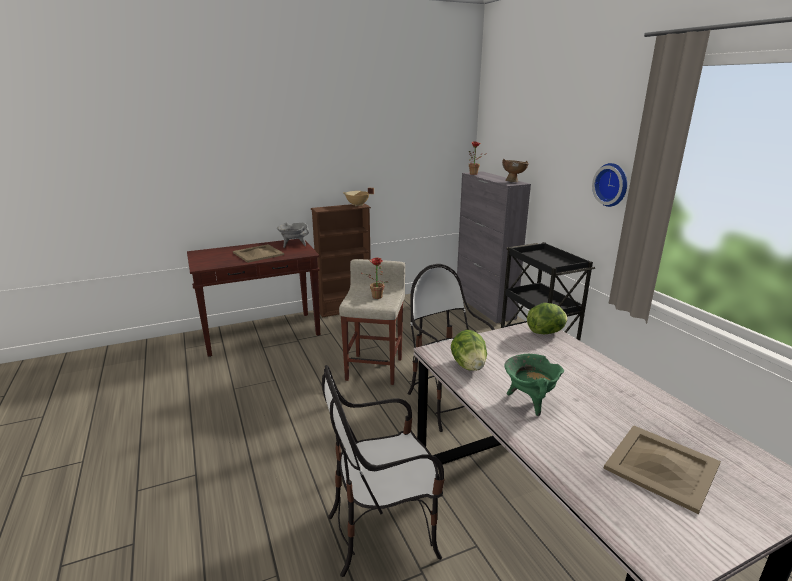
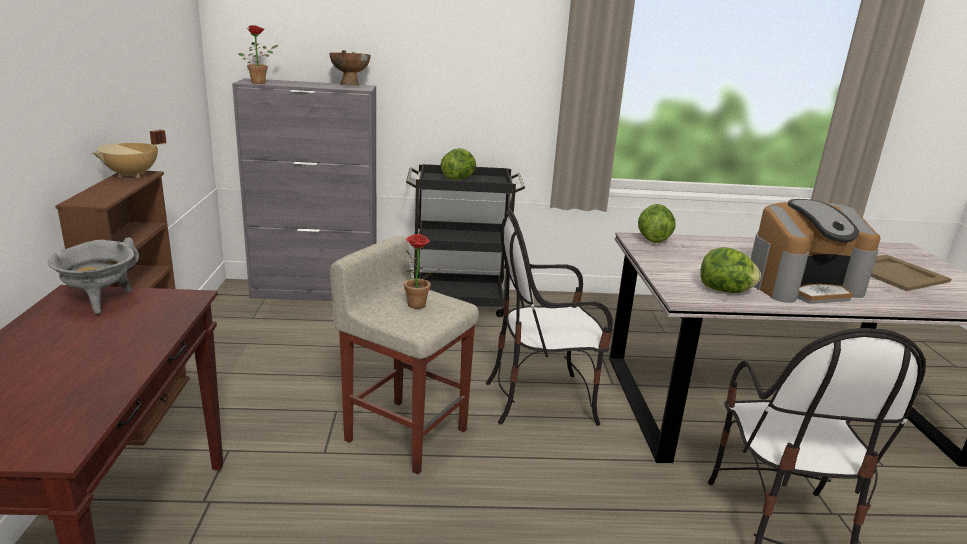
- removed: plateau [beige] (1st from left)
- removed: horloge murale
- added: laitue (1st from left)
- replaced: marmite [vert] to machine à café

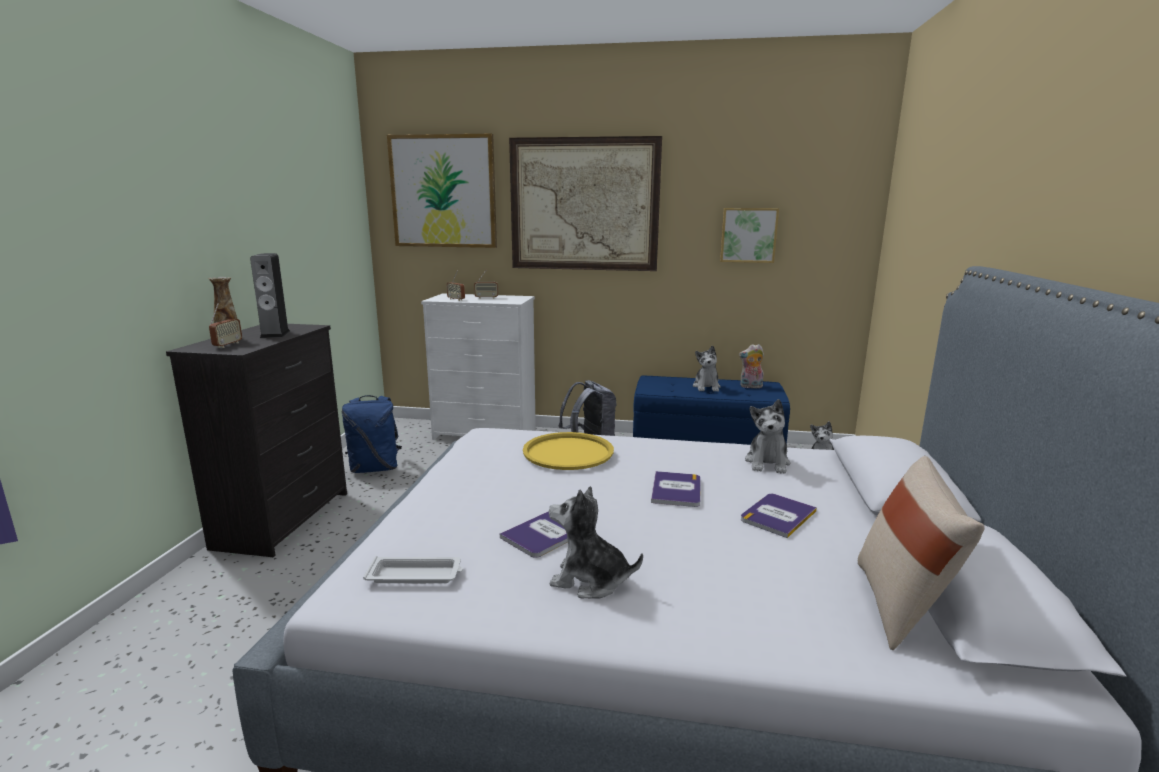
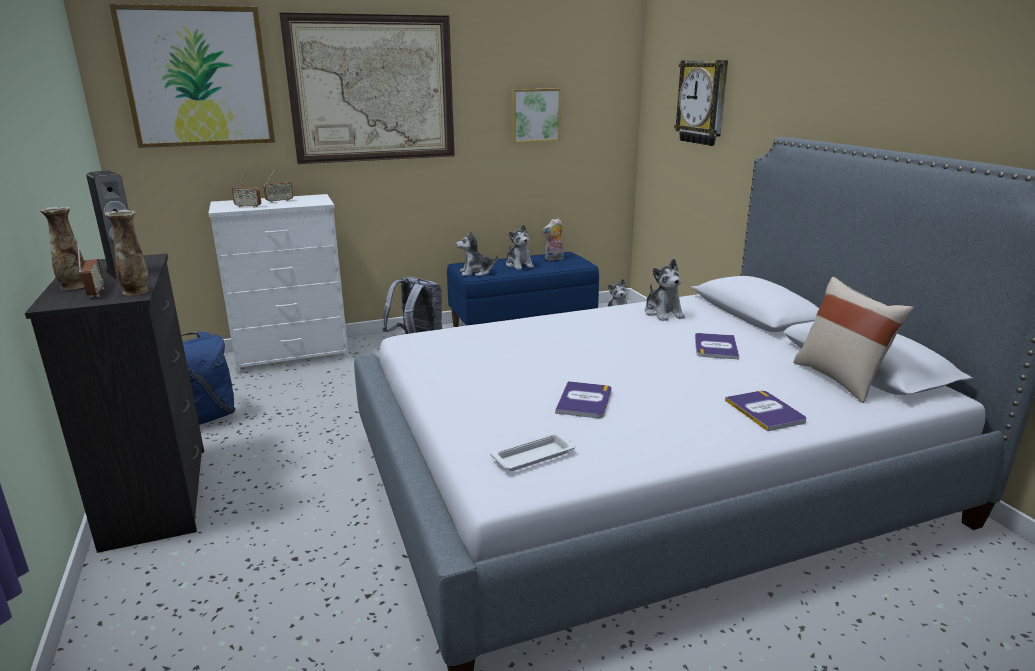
- removed: plateau [jaune]
- added: vase (2nd from left)
- added: horloge murale
- moved: peluche (1st from left)
- moved: livre (2nd from left in the first image) to livre (3rd from left)

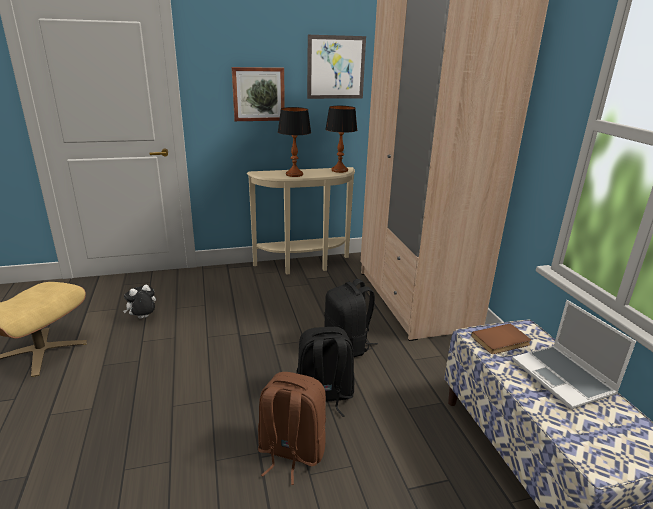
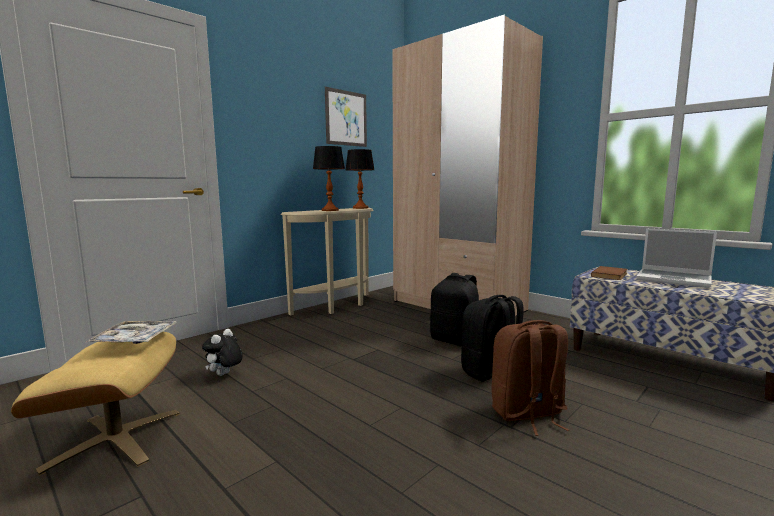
- removed: tableau (1st from left)
- added: plateau

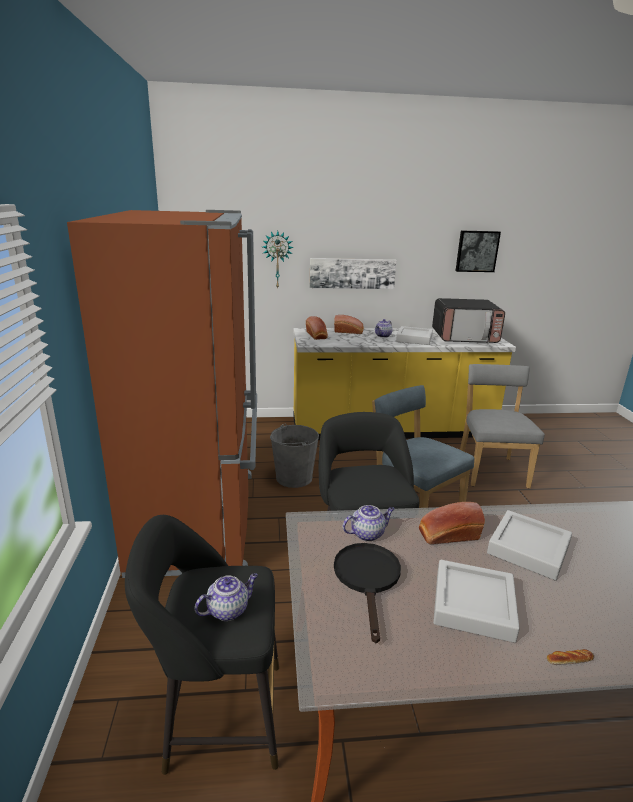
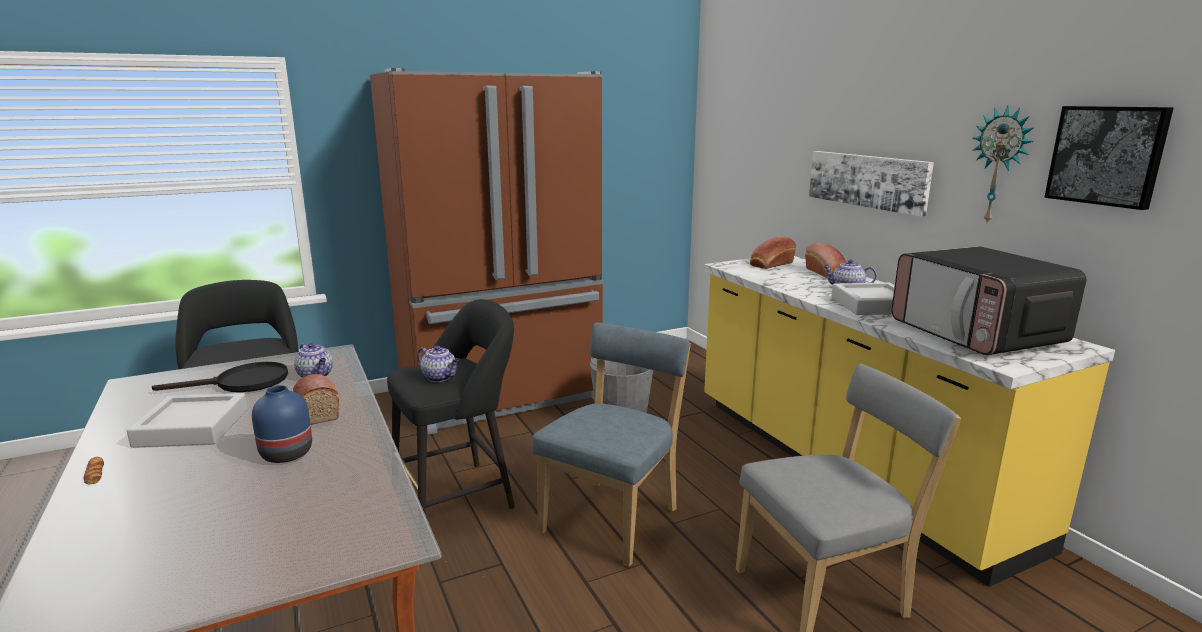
- moved: théière (1st from left in the first image) to théière (2nd from left)
- moved: horloge murale
- replaced: plateau [gris] (3rd from left) to vase [bleu]

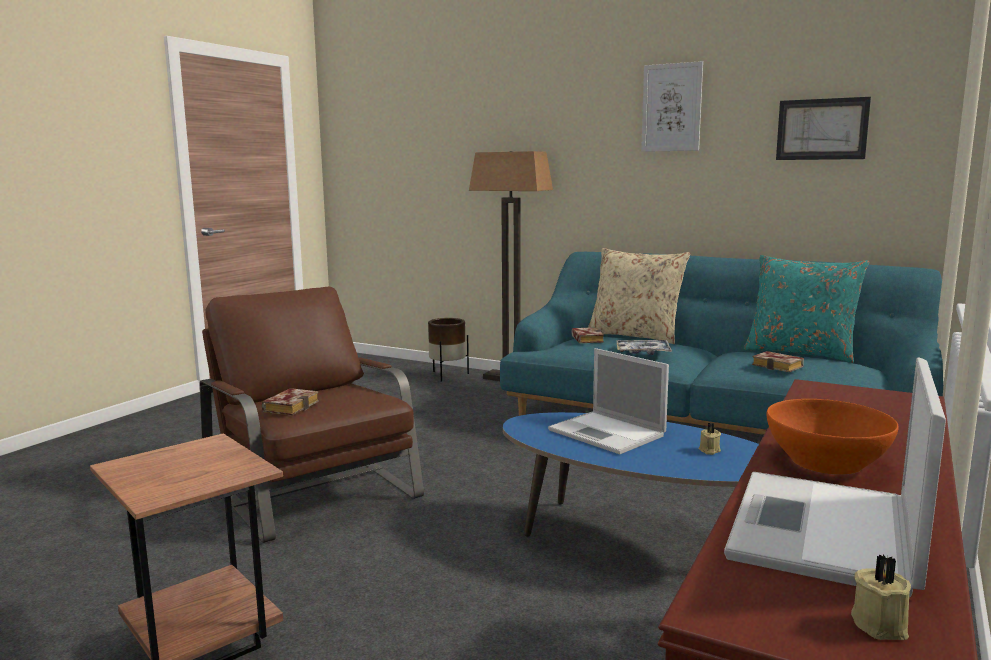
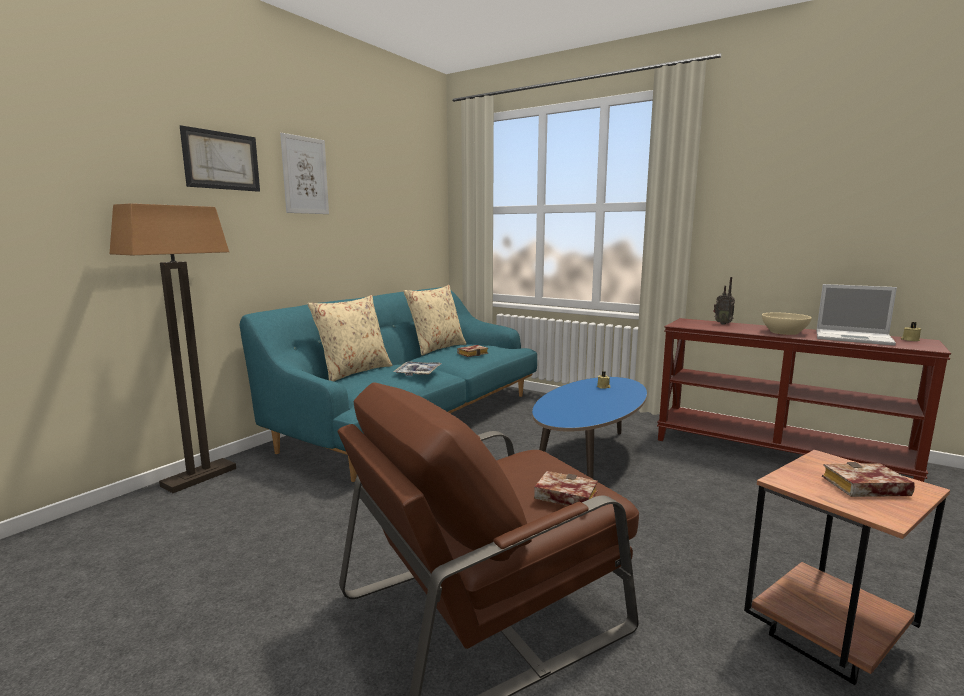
- removed: cache-pot [marron]
- removed: ordinateur portable (1st from left)
- added: radio
- moved: livre (2nd from left in the first image) to livre (3rd from left)
- moved: tableau (2nd from left in the first image) to tableau (1st from left)
- recoloured: coussin [turquoise] to coussin [beige] (2nd from left)
- recoloured: bol [orange] to bol [beige]

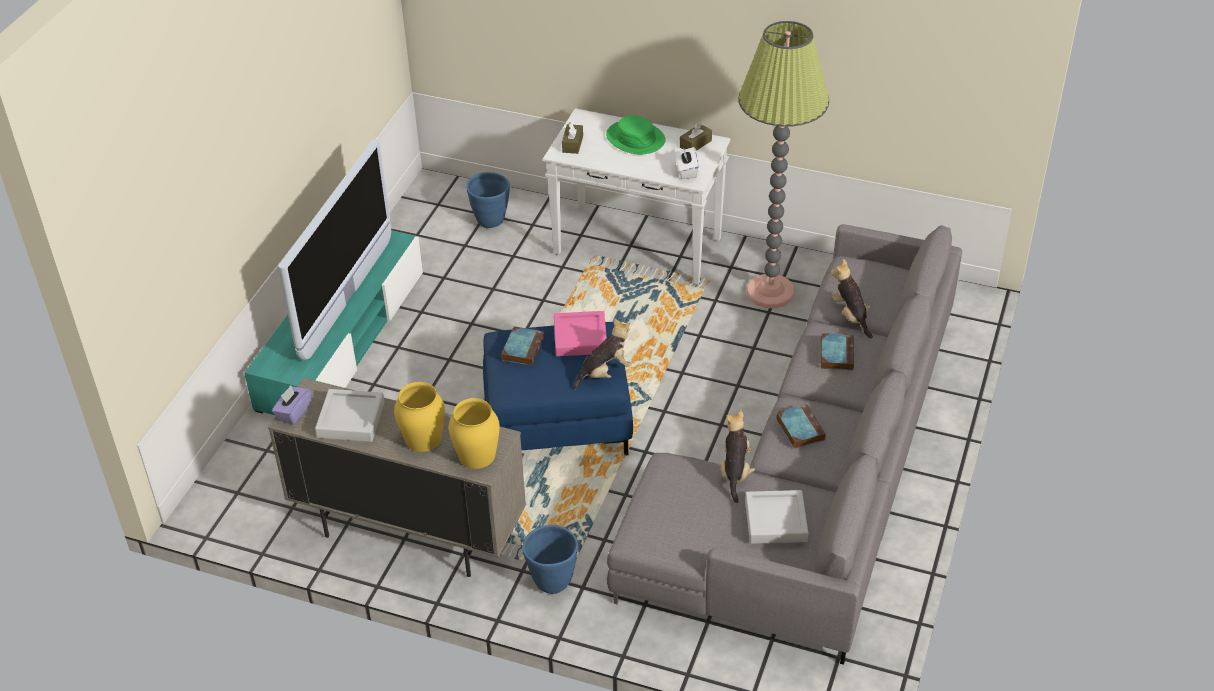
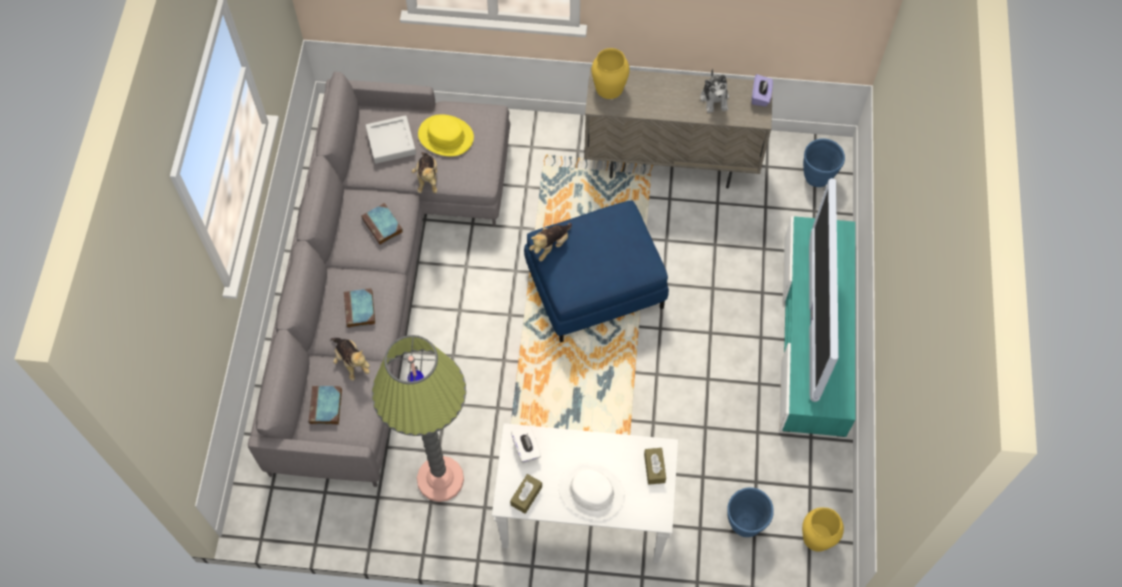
- removed: plateau [rose]
- added: chapeau [jaune]
- moved: vase [jaune] (1st from left in the first image) to vase [jaune] (2nd from left)
- moved: livre (1st from left)
- moved: cache-pot [bleu] (2nd from left)
- replaced: plateau [gris] (1st from left) to peluche (4th from left)
- recoloured: chapeau [vert] to chapeau [blanc]

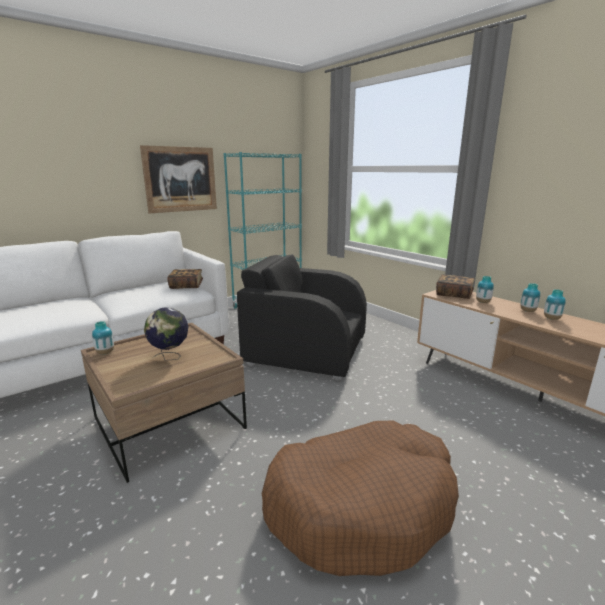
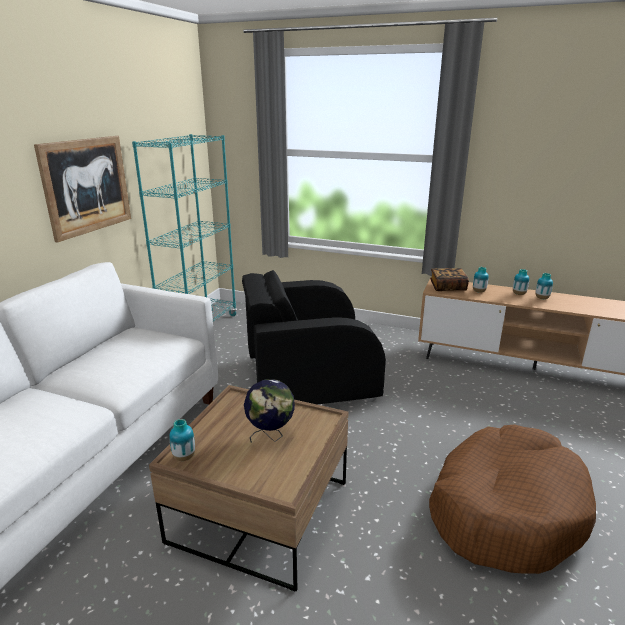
- removed: livre (1st from left)

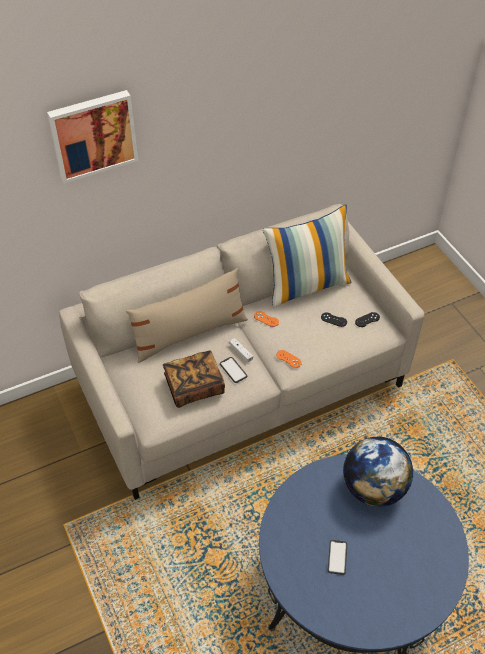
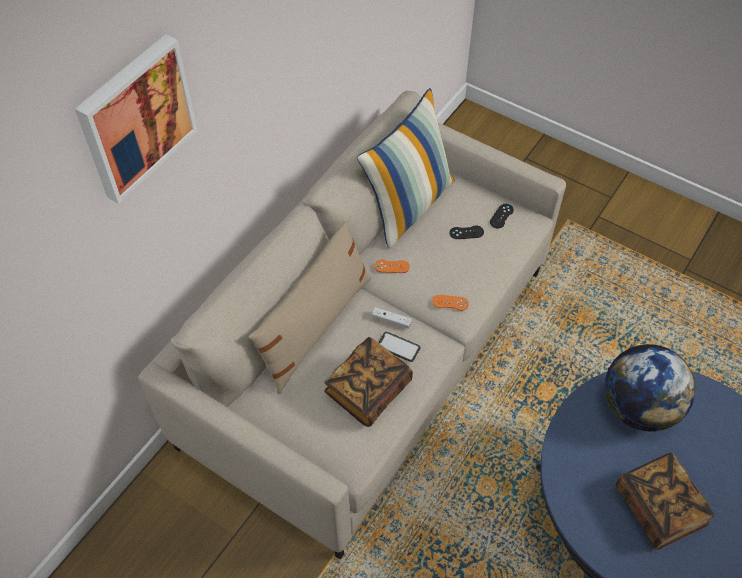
- replaced: téléphone (2nd from left) to livre (2nd from left)

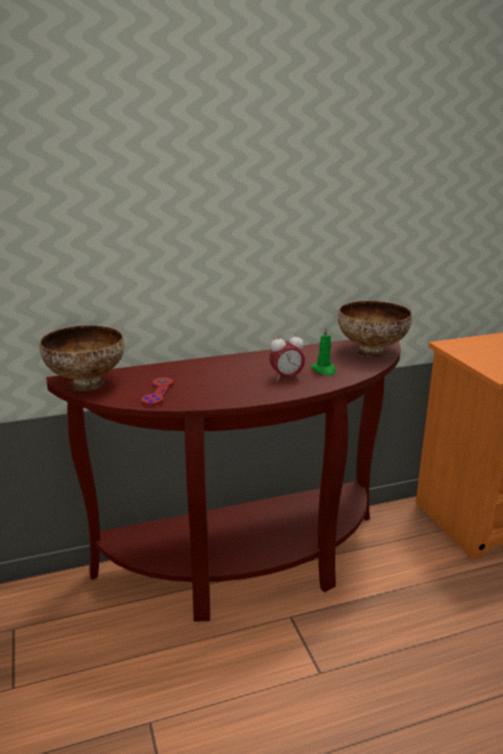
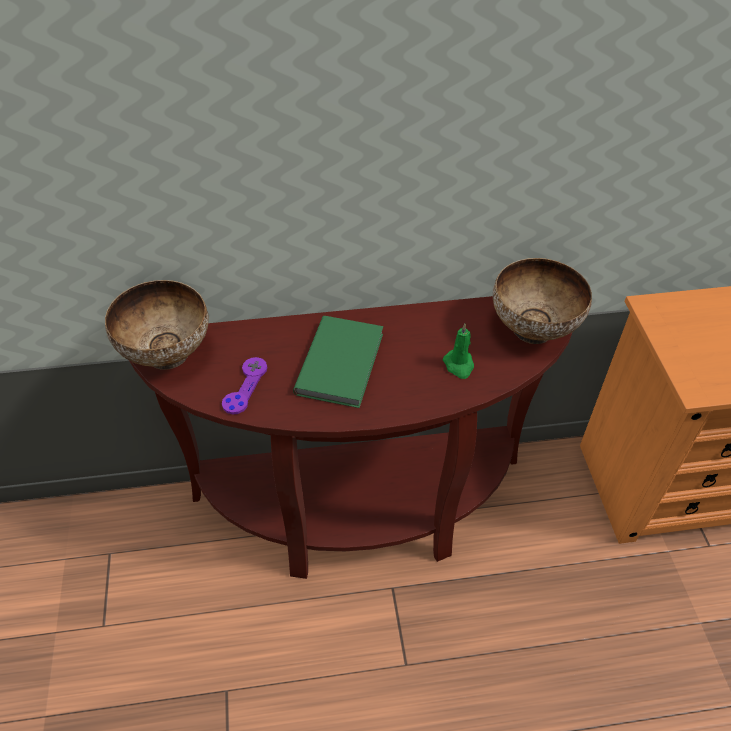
- removed: réveil
- added: livre [vert]
- recoloured: manette [rouge] to manette [violet]

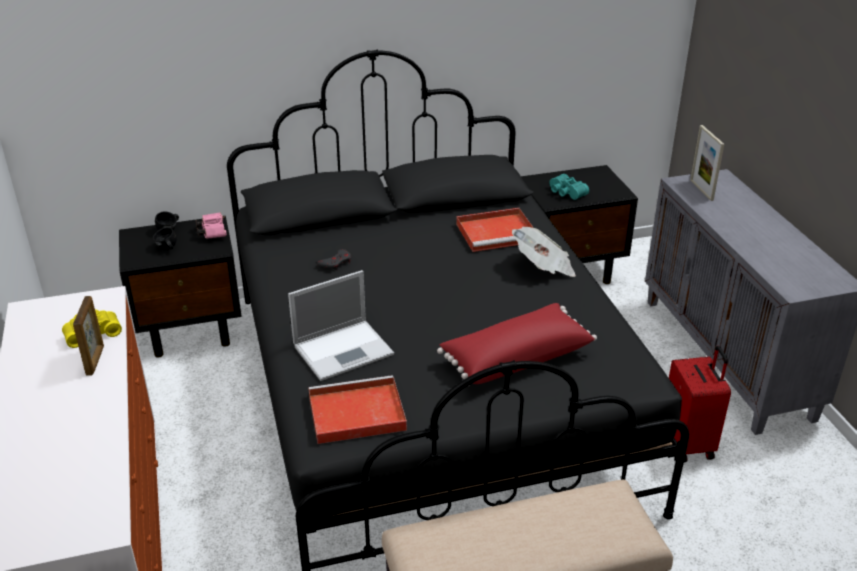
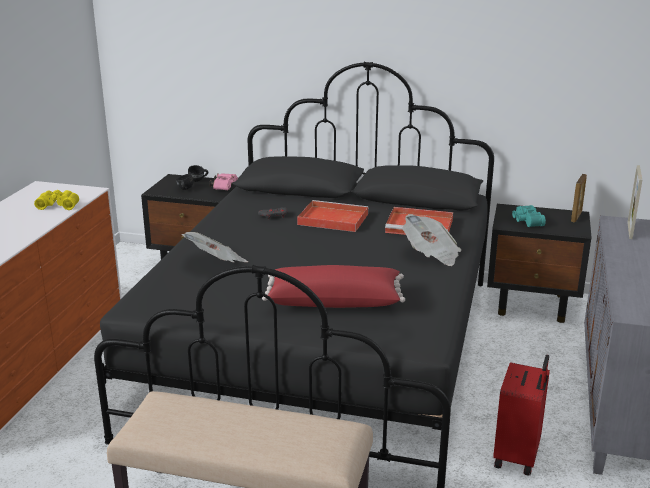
- moved: cadre photo (1st from left)
- moved: plateau [rouge] (1st from left)
- replaced: ordinateur portable to journal (1st from left)

